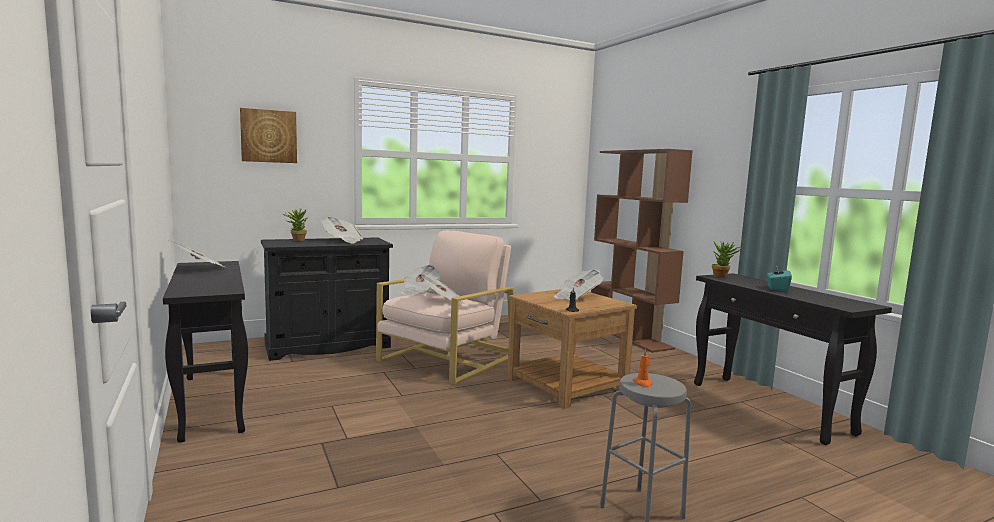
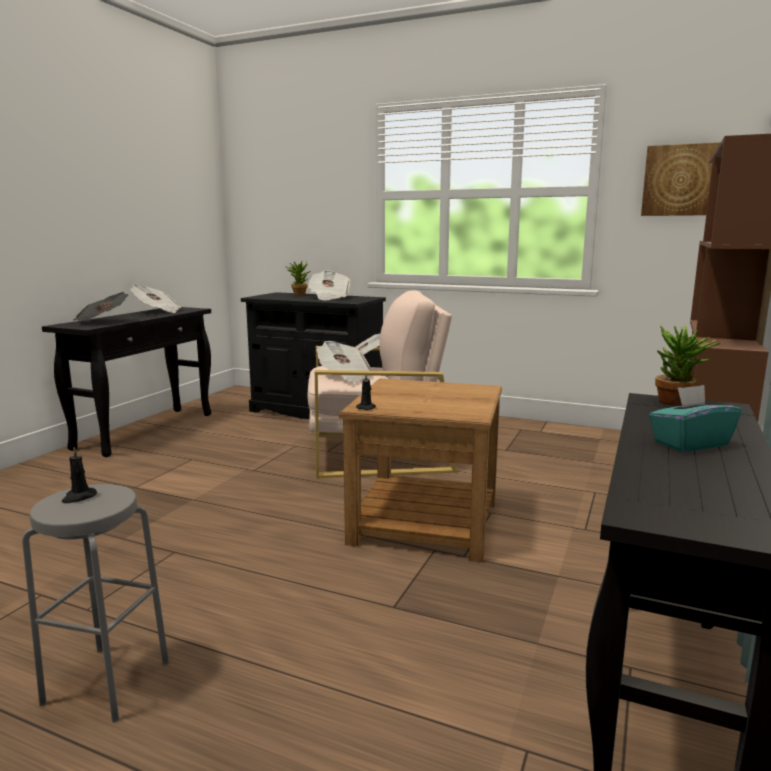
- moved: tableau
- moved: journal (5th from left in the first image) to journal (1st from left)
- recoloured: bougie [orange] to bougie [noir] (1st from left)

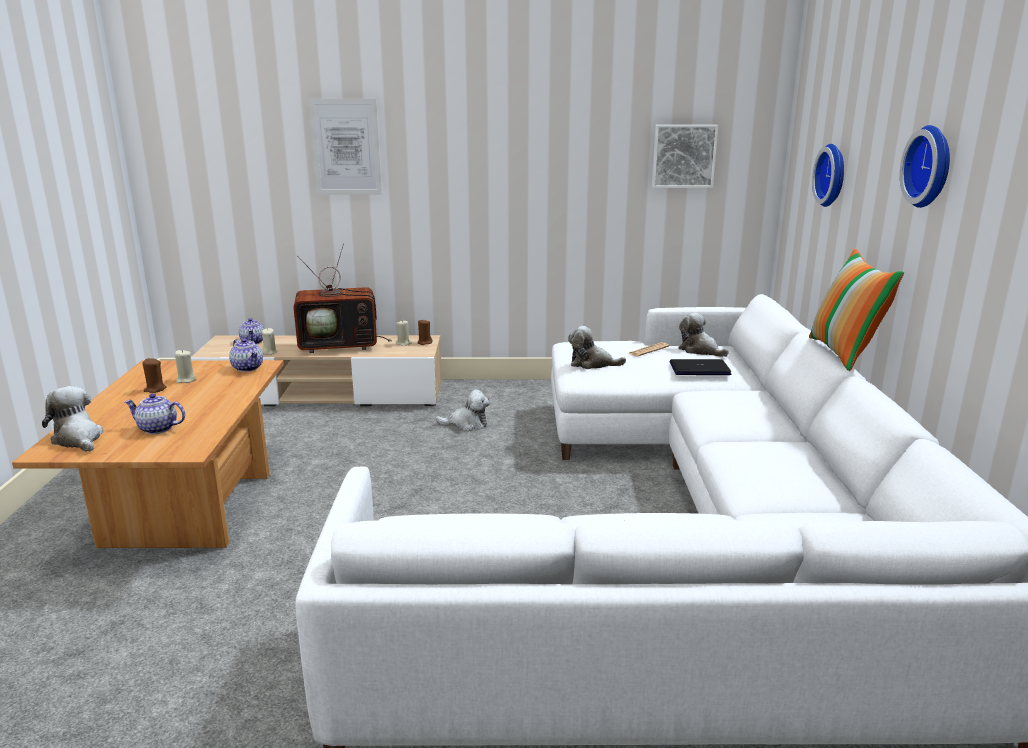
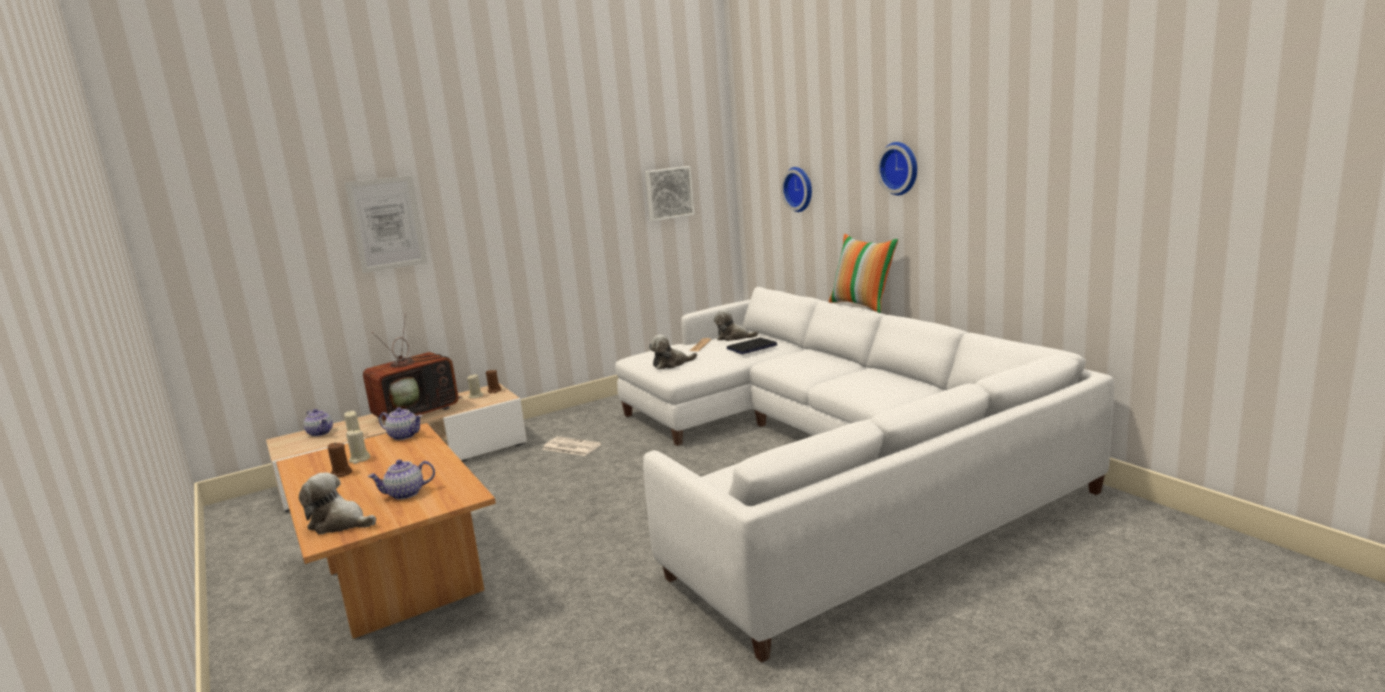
- replaced: peluche (2nd from left) to journal (1st from left)

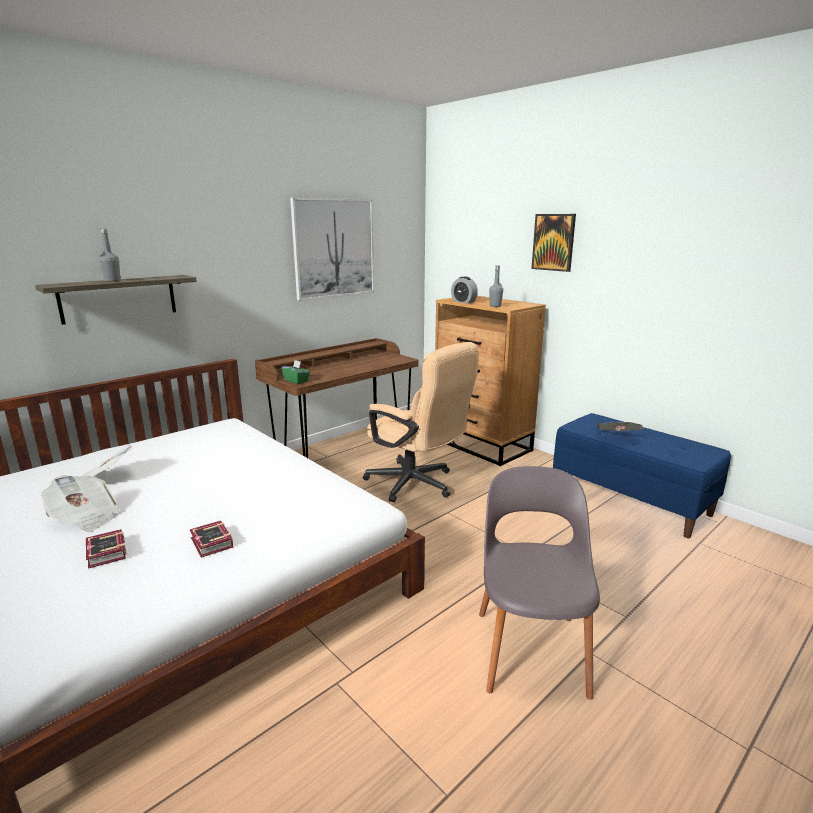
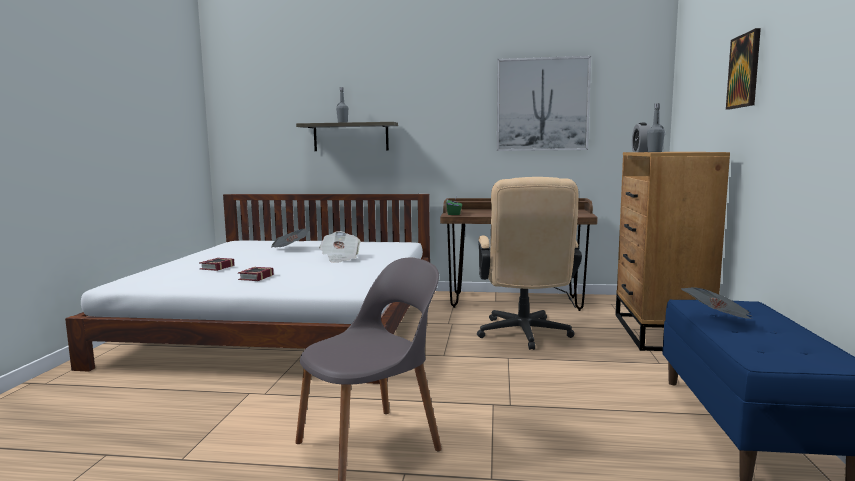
- moved: journal (1st from left in the first image) to journal (2nd from left)

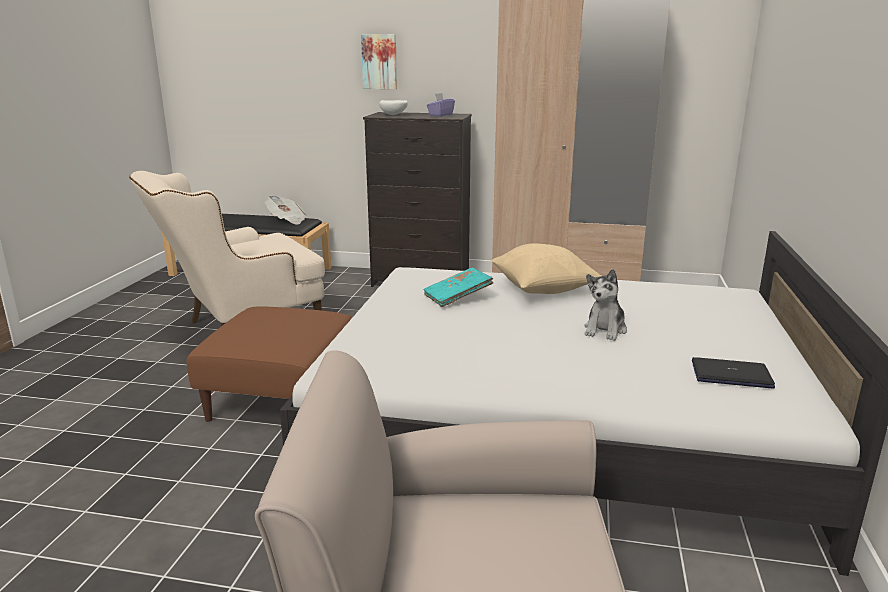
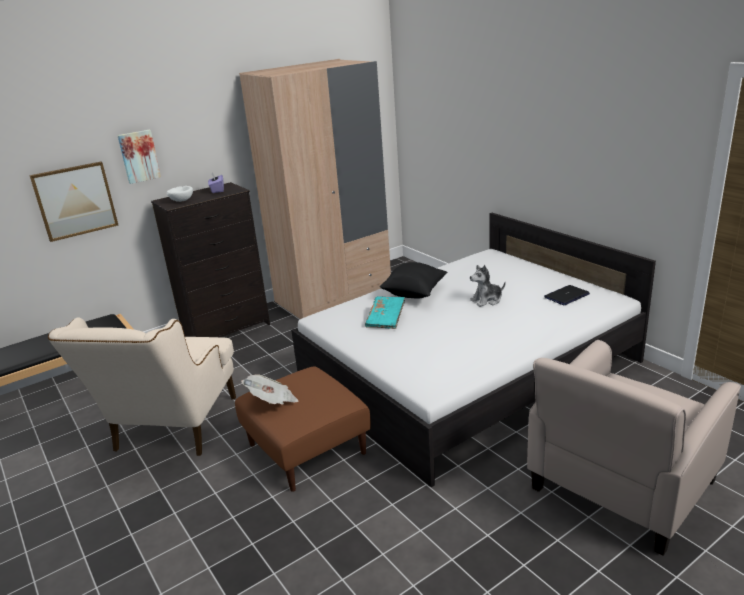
- added: tableau (1st from left)
- moved: journal
- recoloured: coussin [beige] to coussin [noir]
- turned: peluche 90 degrees clockwise

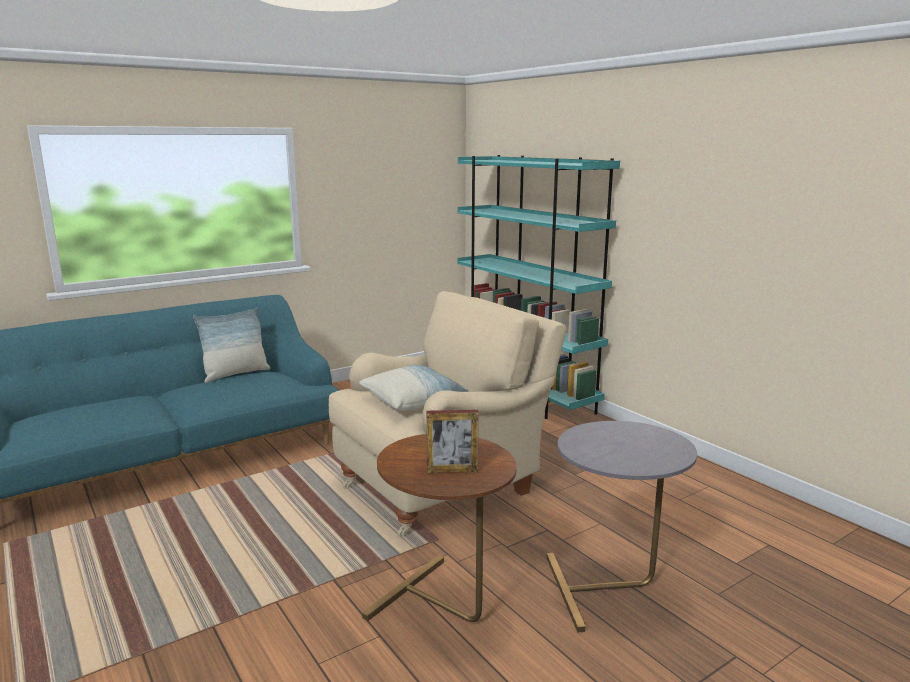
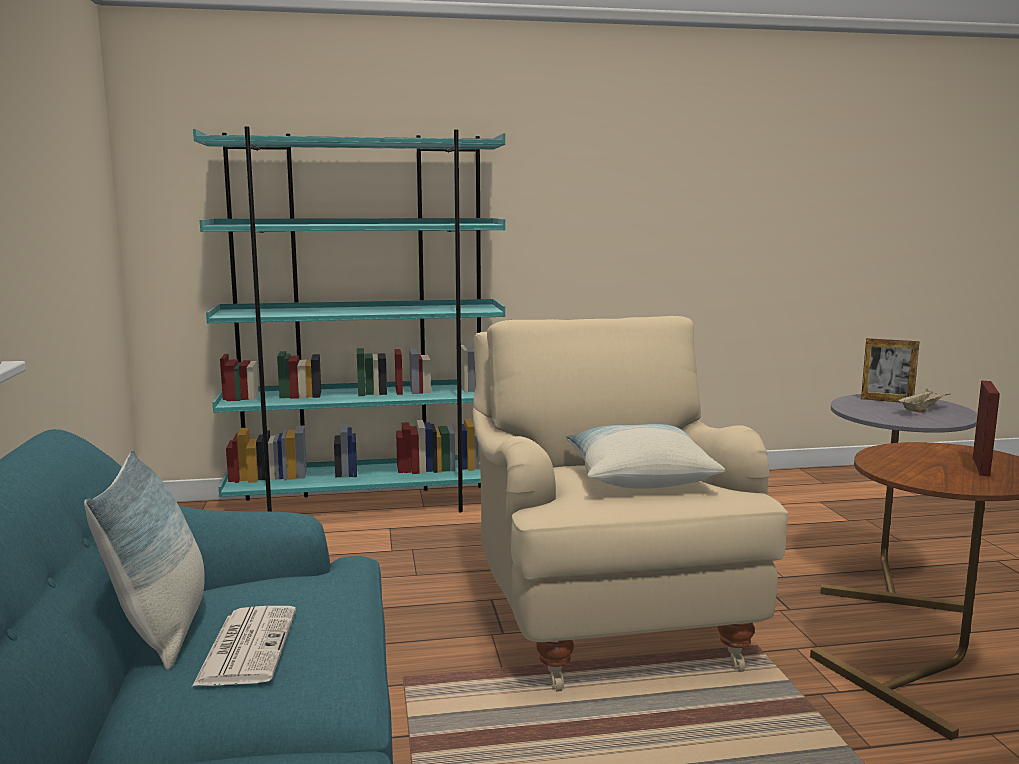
- added: journal
- added: cadre photo (1st from left)
- added: plateau [beige]

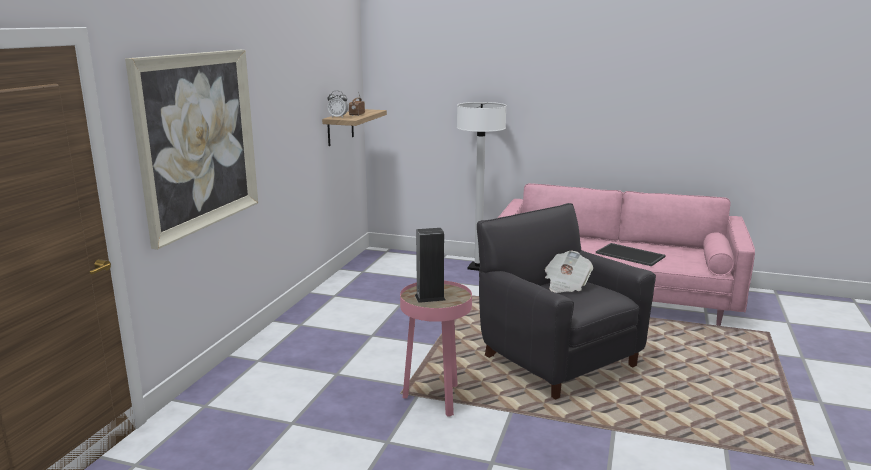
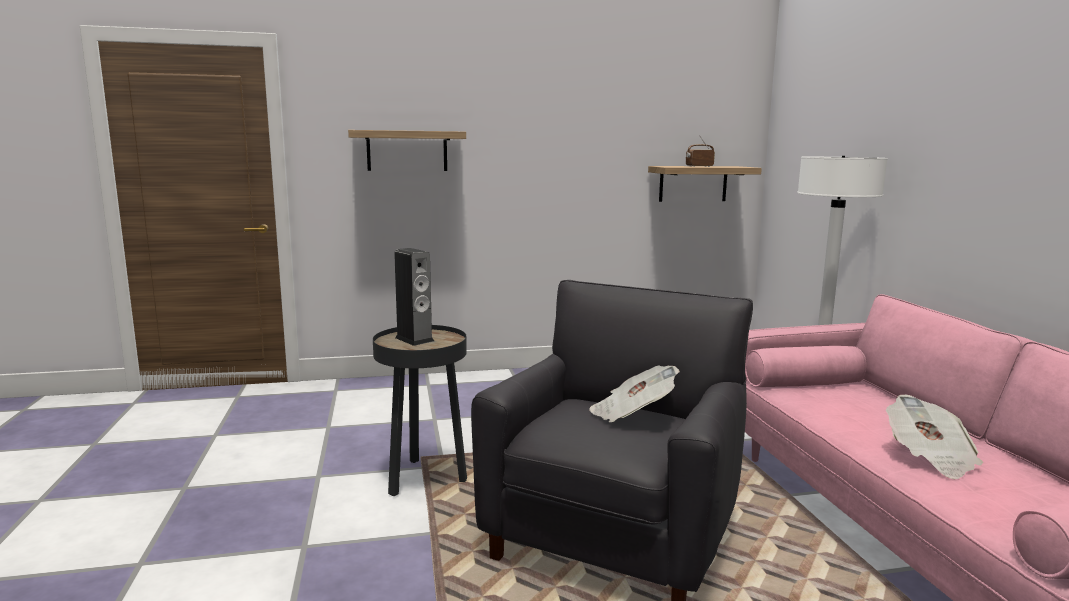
- removed: réveil
- replaced: tableau to étagère (1st from left)
- replaced: plateau to journal (2nd from left)
- recoloured: table d'appoint [rose] to table d'appoint [noir]

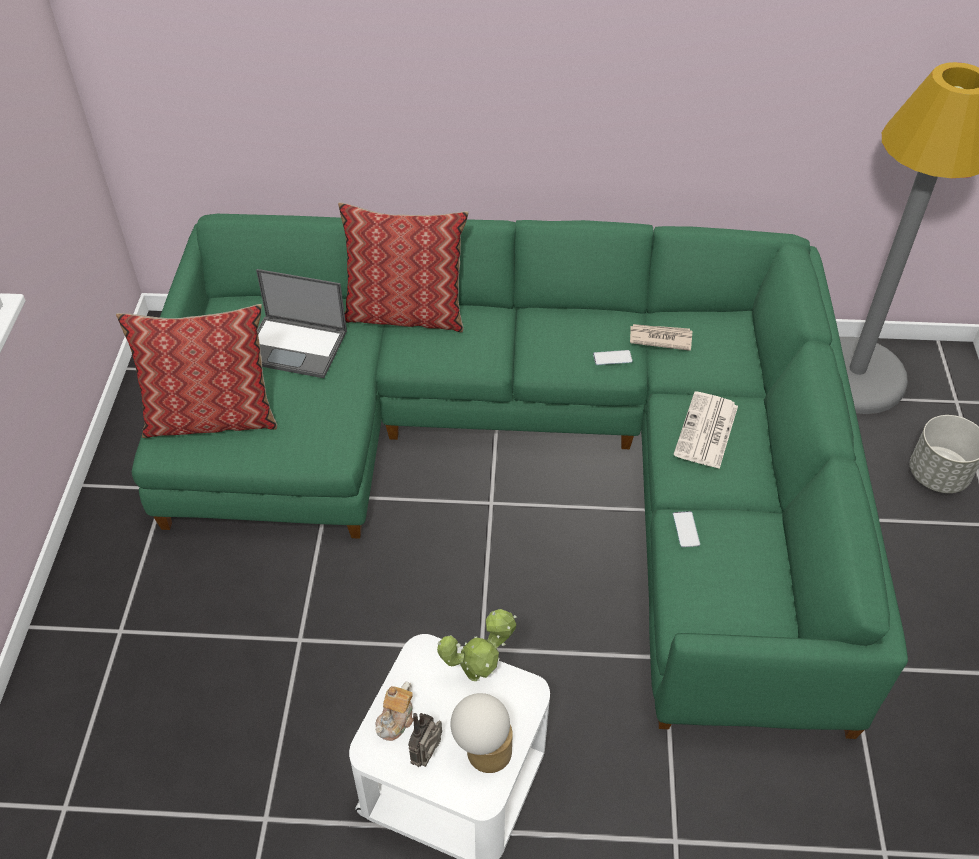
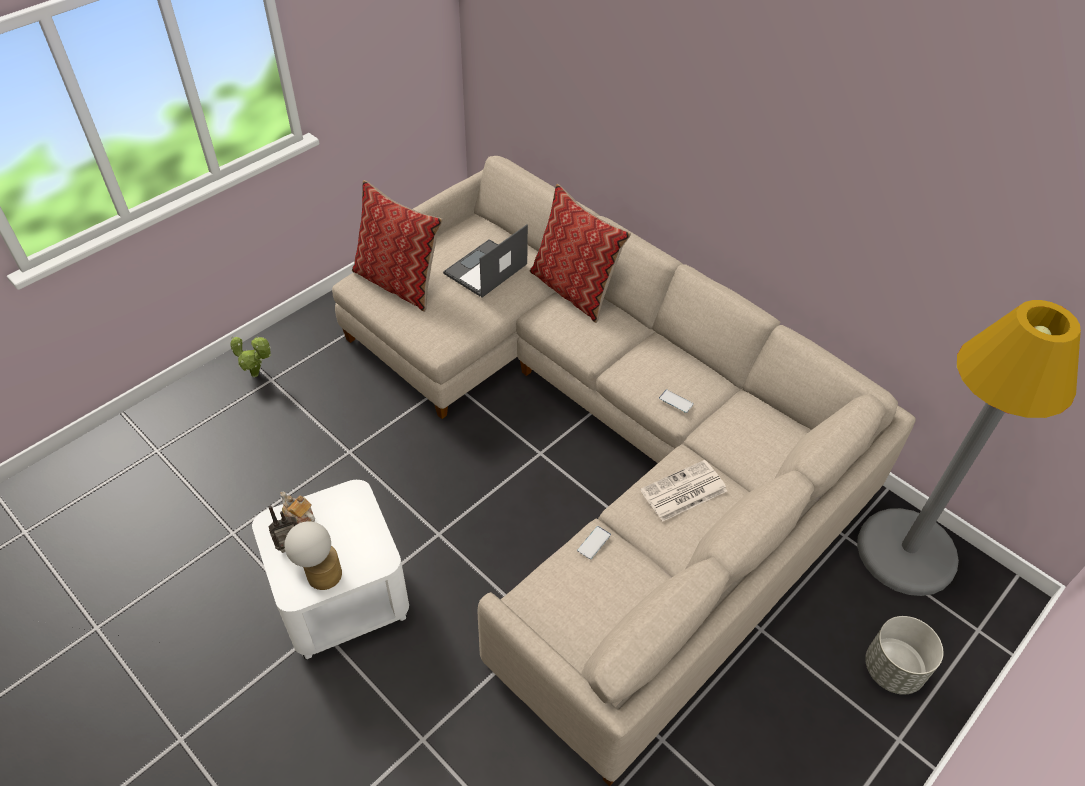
- removed: journal (1st from left)
- moved: plante en pot
- recoloured: canapé [vert] to canapé [beige]
- turned: ordinateur portable 75 degrees clockwise
- turned: théière 60 degrees clockwise

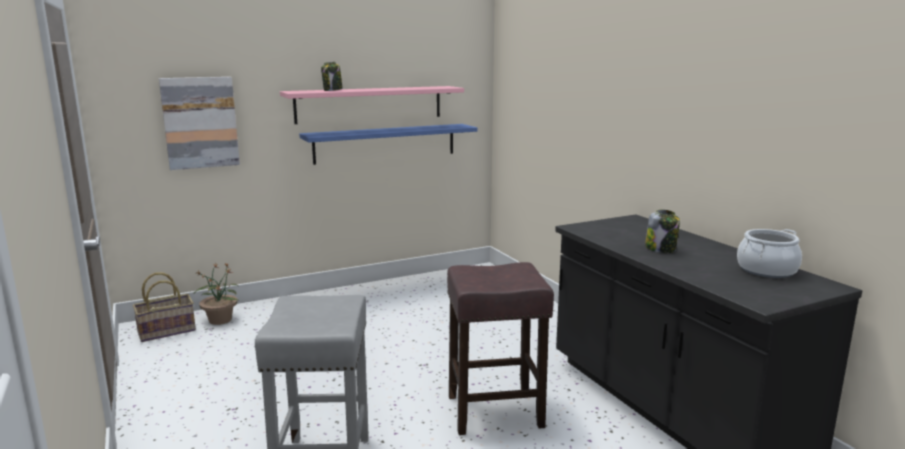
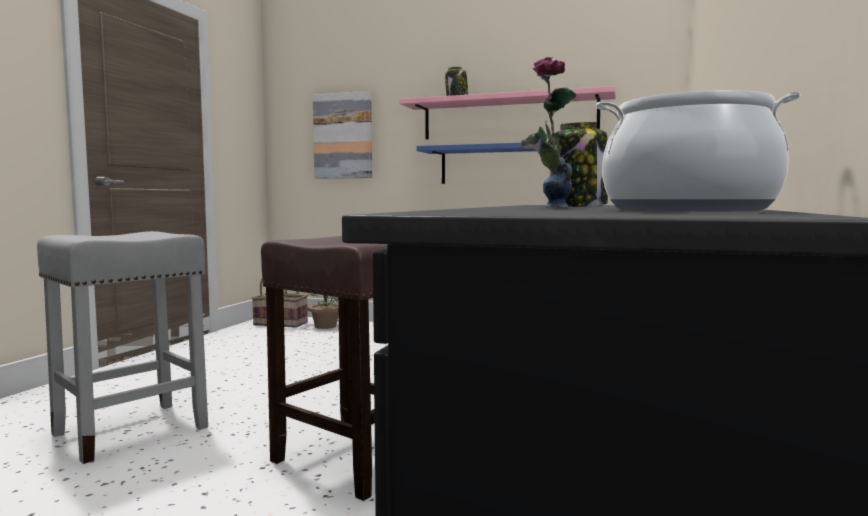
- added: vase

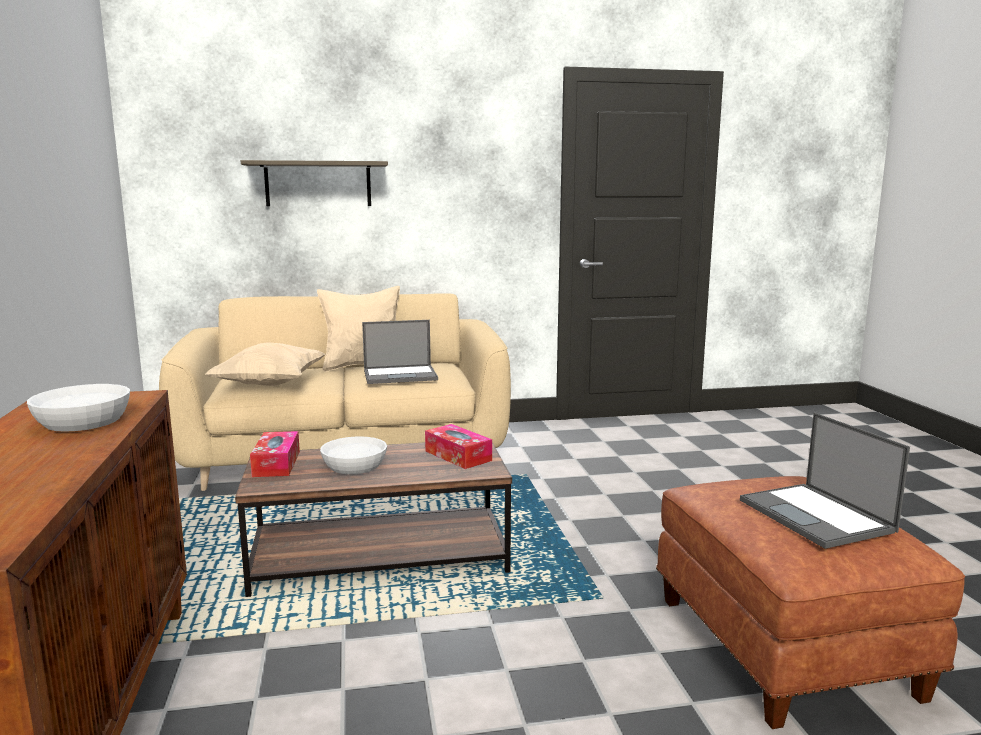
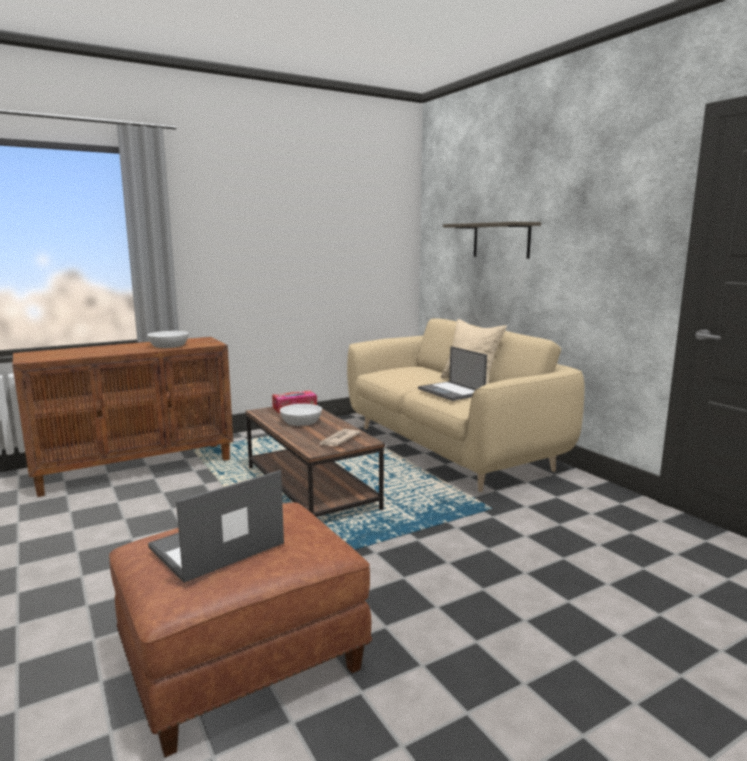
- removed: coussin [beige] (1st from left)
- replaced: boîte à mouchoirs (2nd from left) to journal

